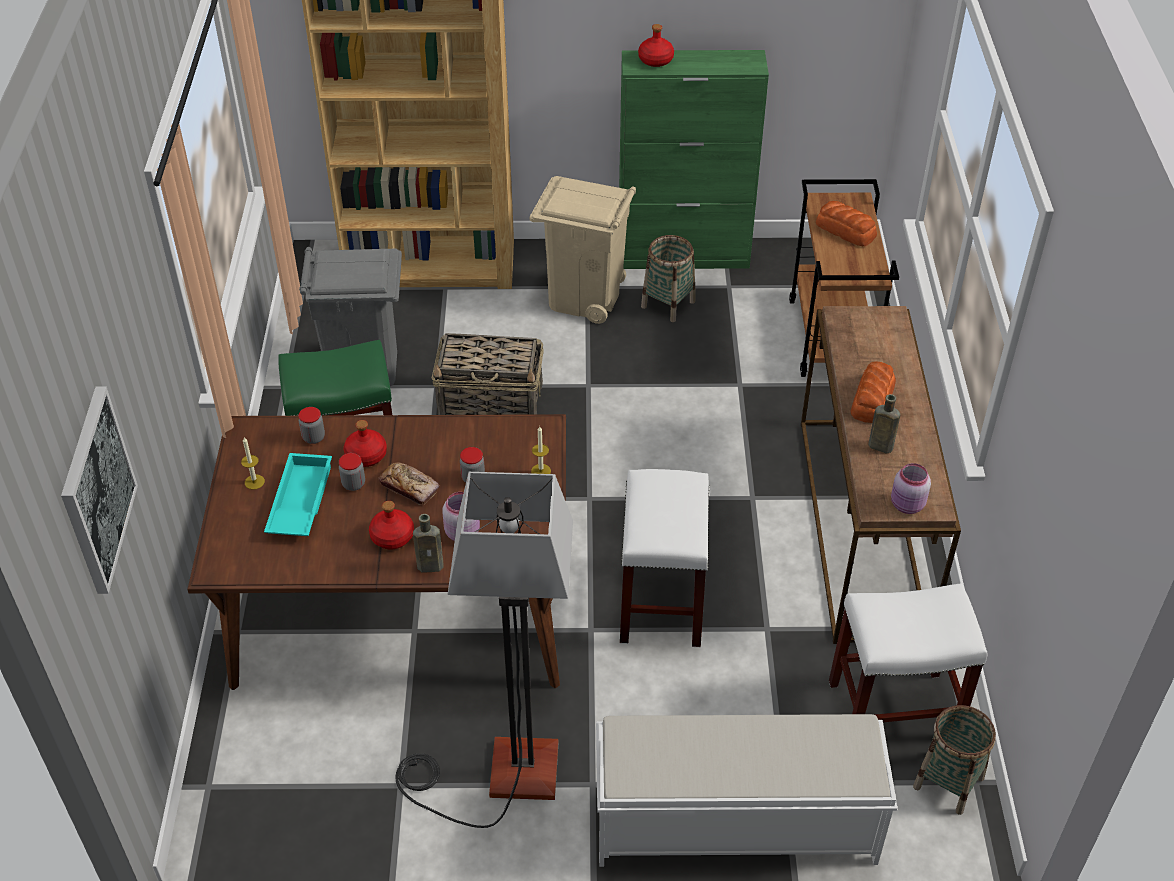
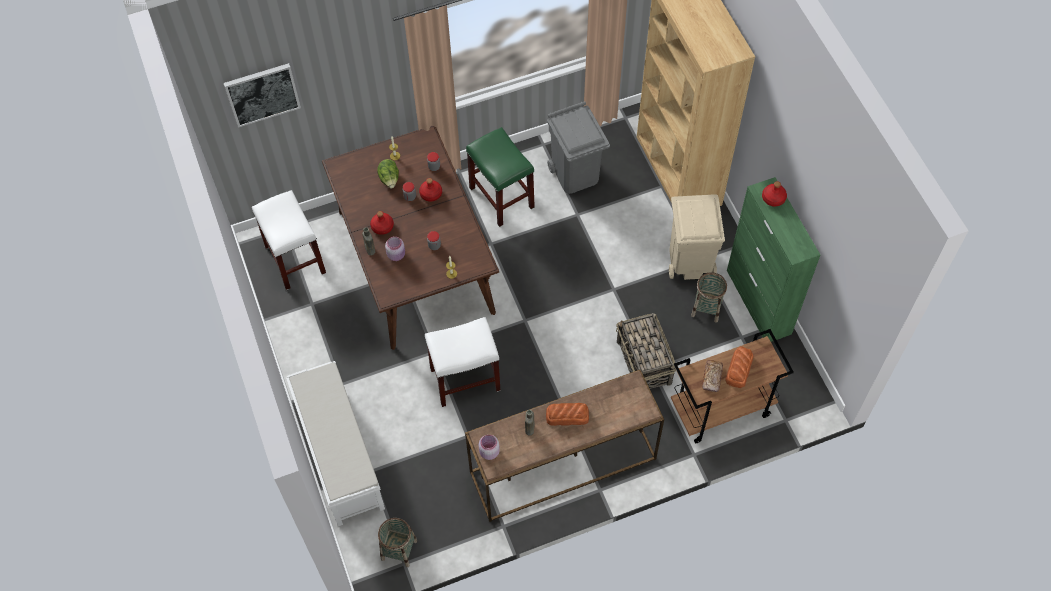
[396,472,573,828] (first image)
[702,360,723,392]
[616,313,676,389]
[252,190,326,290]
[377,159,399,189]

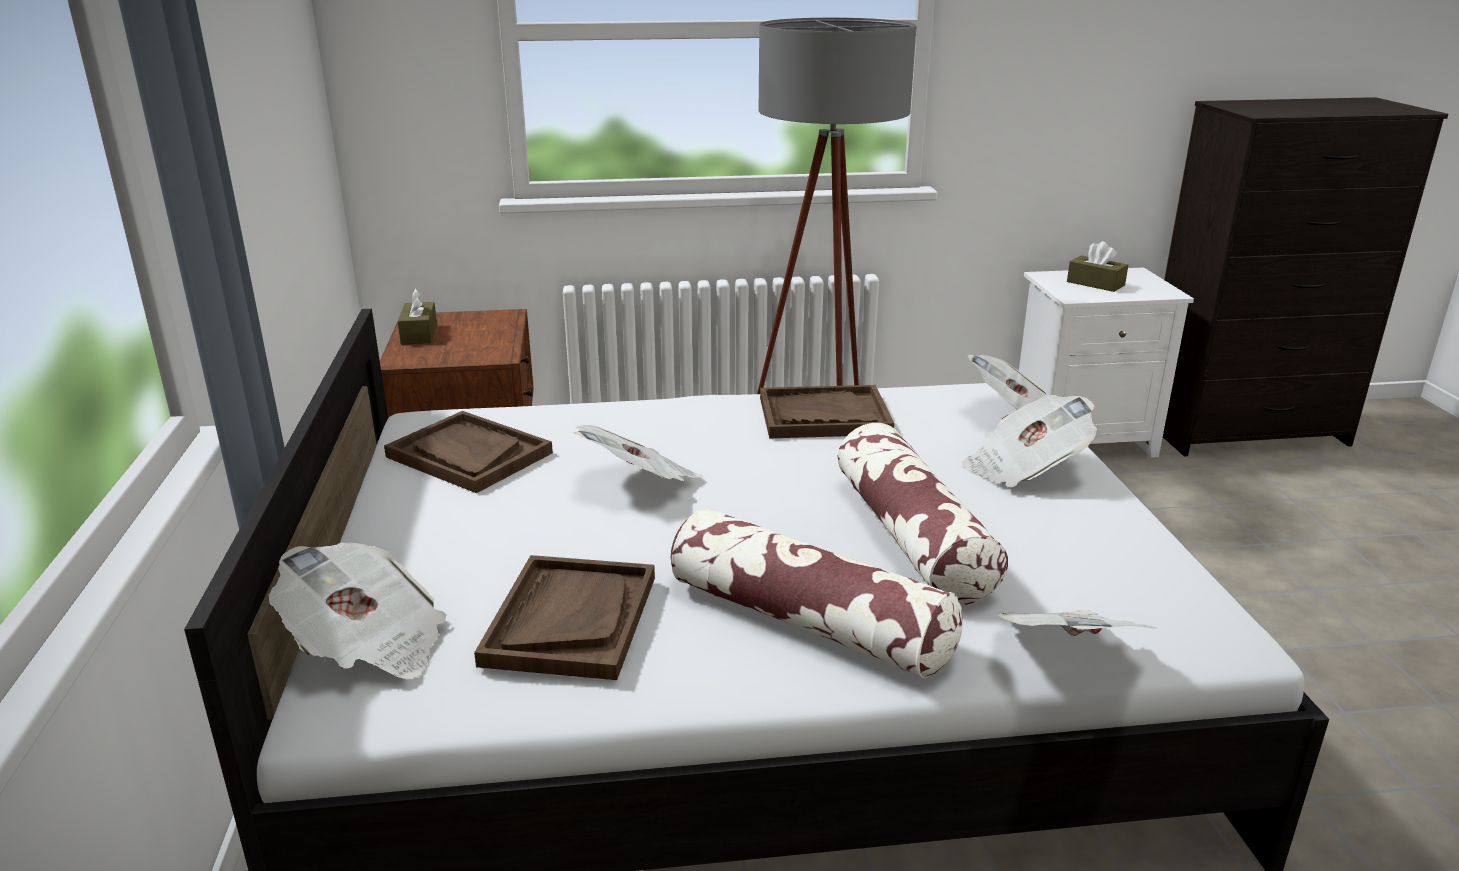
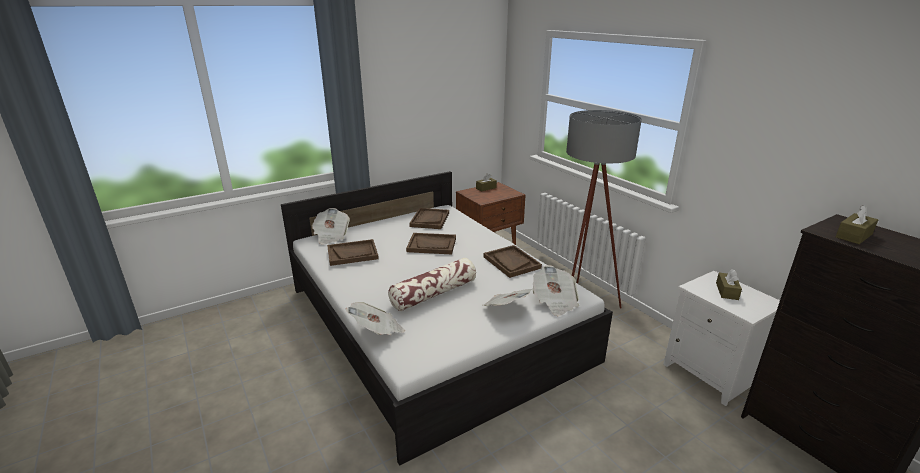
[671,508,963,678] (first image)
[836,205,878,244]
[406,233,456,255]

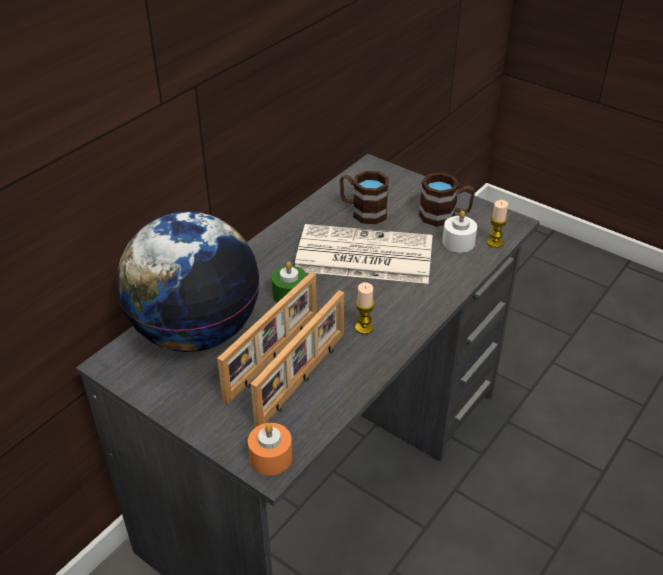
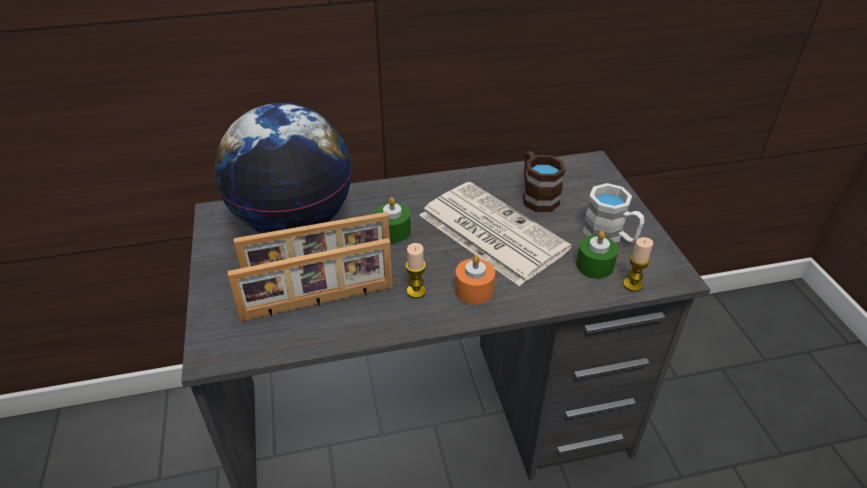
[455,255,495,304]
[582,183,644,243]
[576,231,618,279]

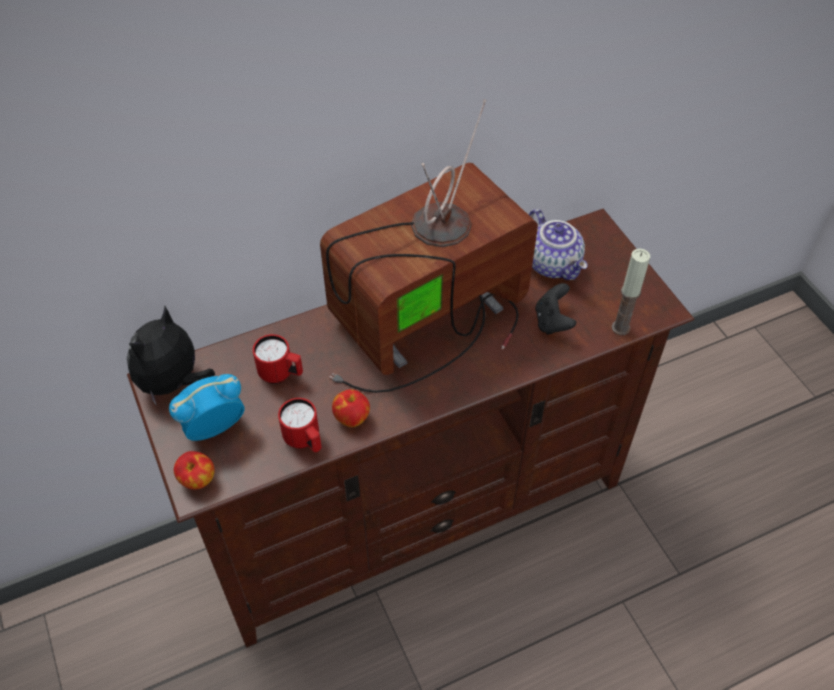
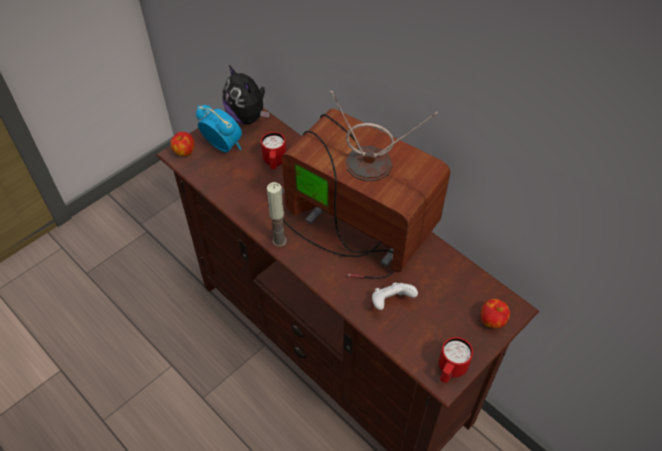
[529,209,587,280] (first image)
[439,337,473,383]
[481,299,510,328]
[267,182,287,247]
[372,282,418,310]
[223,65,269,124]

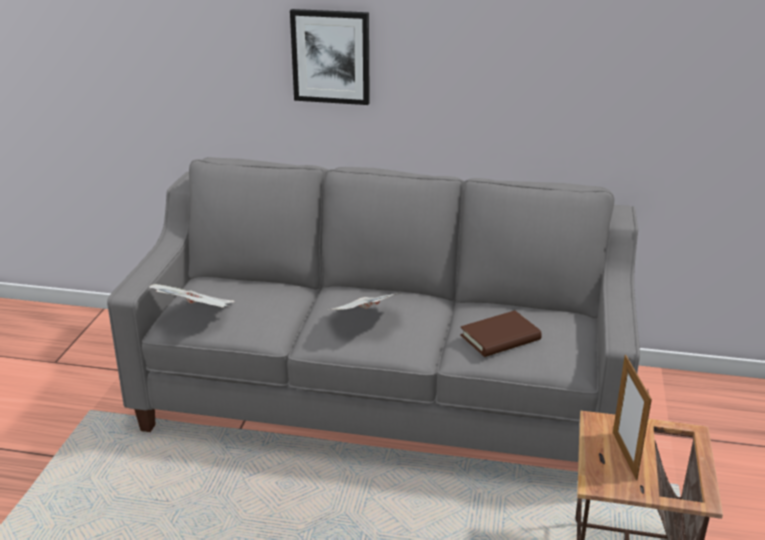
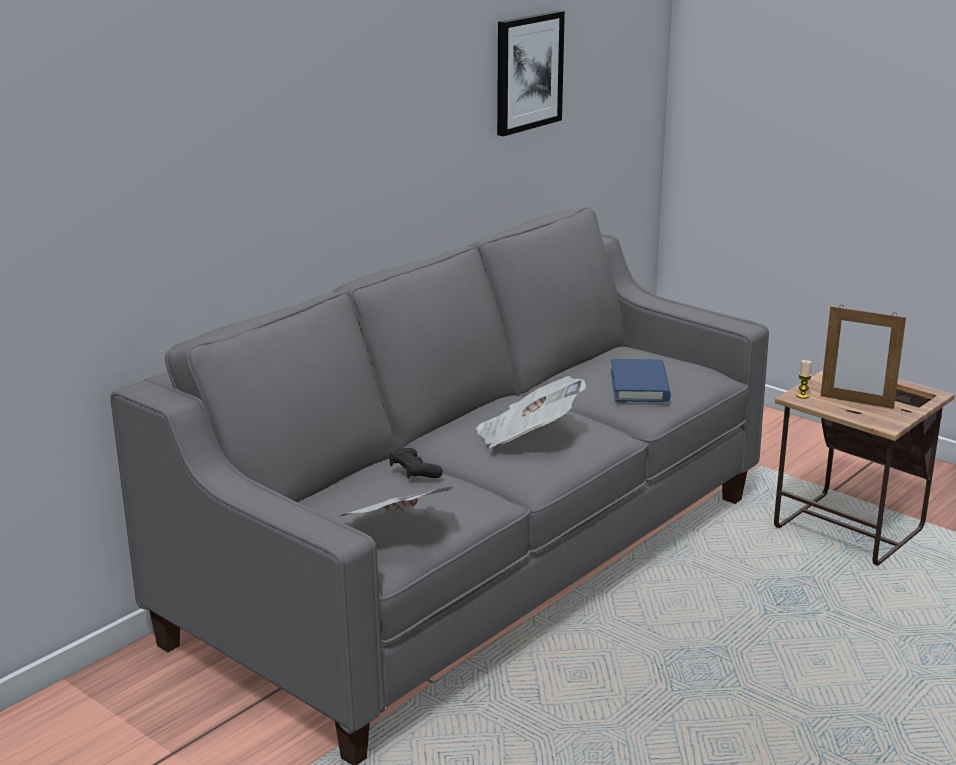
[389,448,443,478]
[796,360,812,399]
[497,10,565,136]
[611,359,671,402]

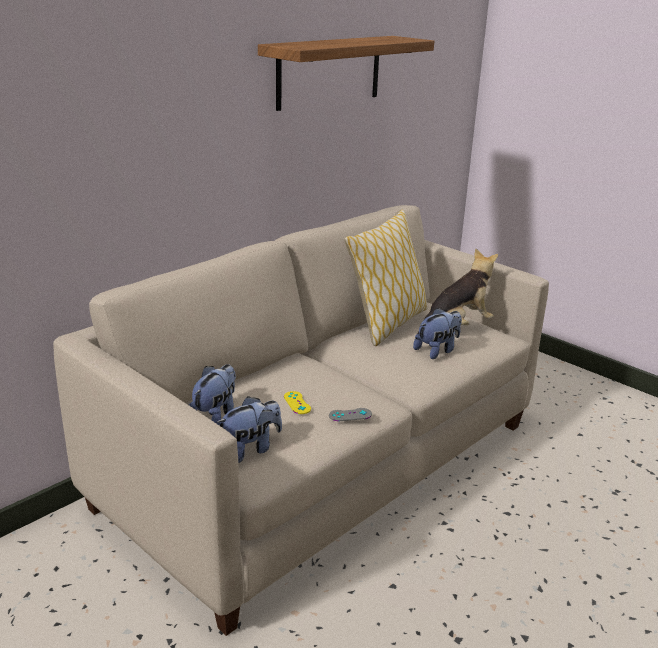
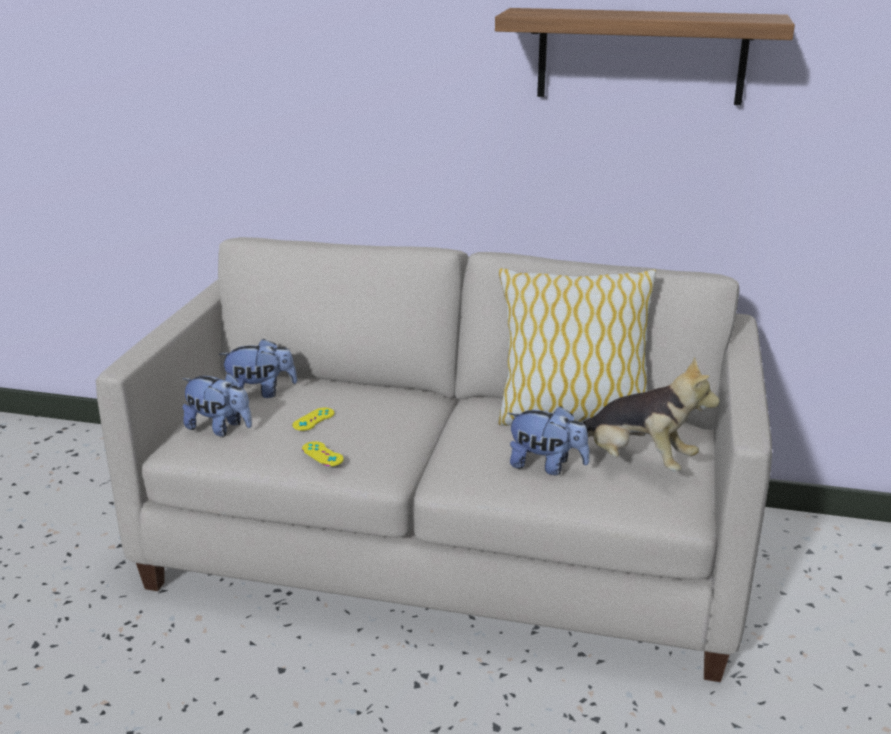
[302,441,344,466]

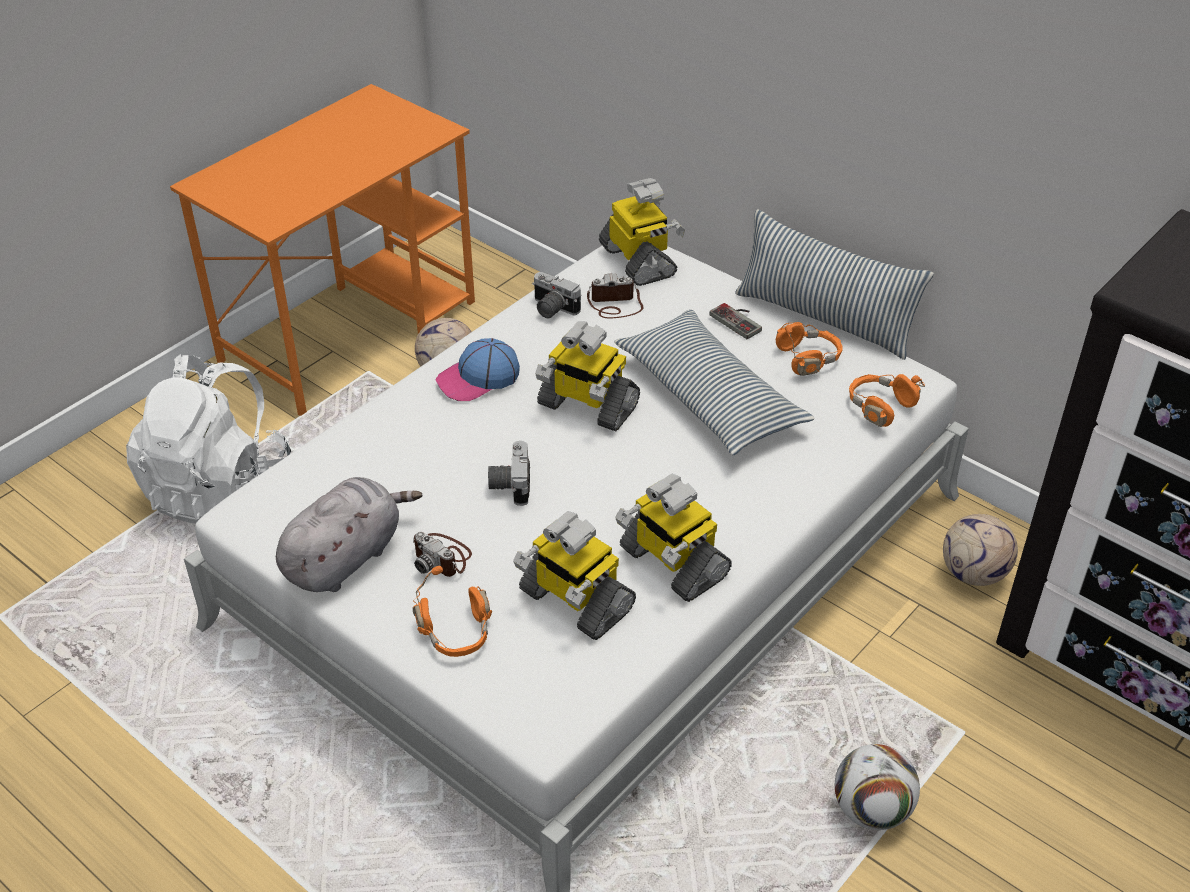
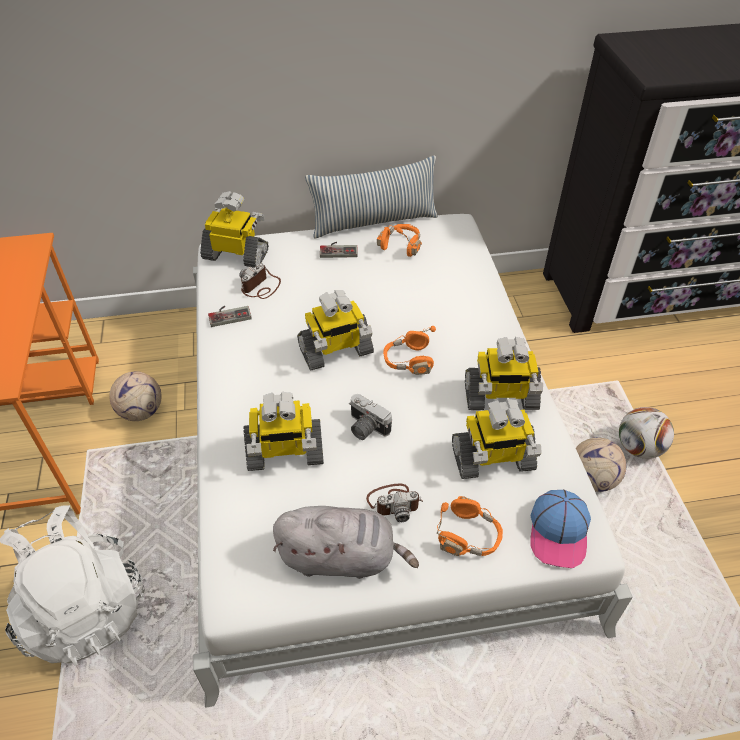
[614,310,814,455] (first image)
[243,392,324,471]
[530,490,591,568]
[383,326,436,375]
[576,438,626,492]
[208,306,252,327]
[273,506,419,579]

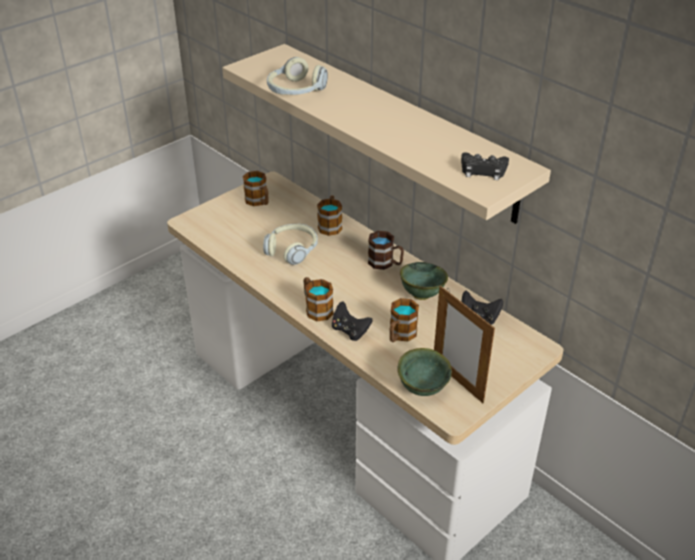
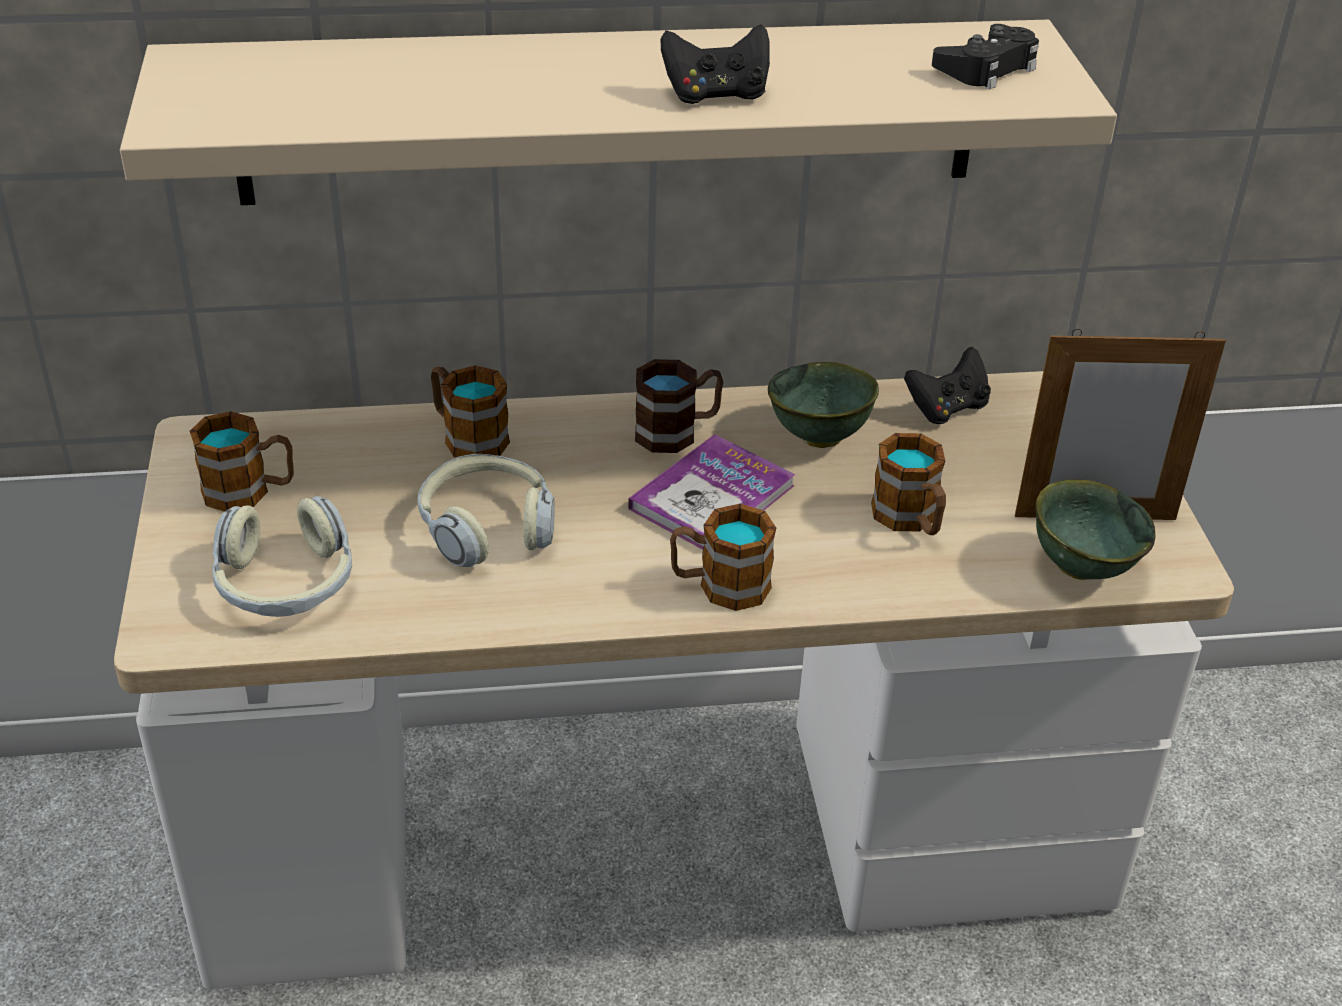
[628,434,796,550]
[212,496,352,617]
[661,24,770,104]

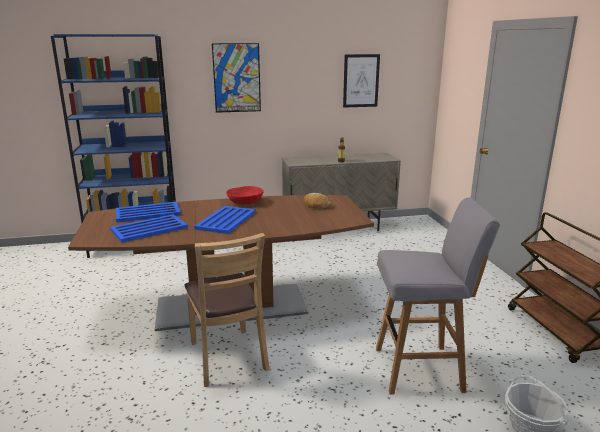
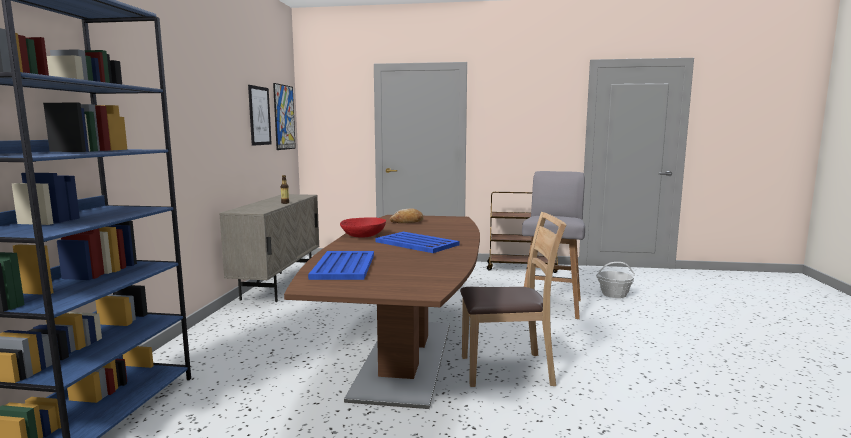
[110,214,188,243] (first image)
[273,83,296,150]

